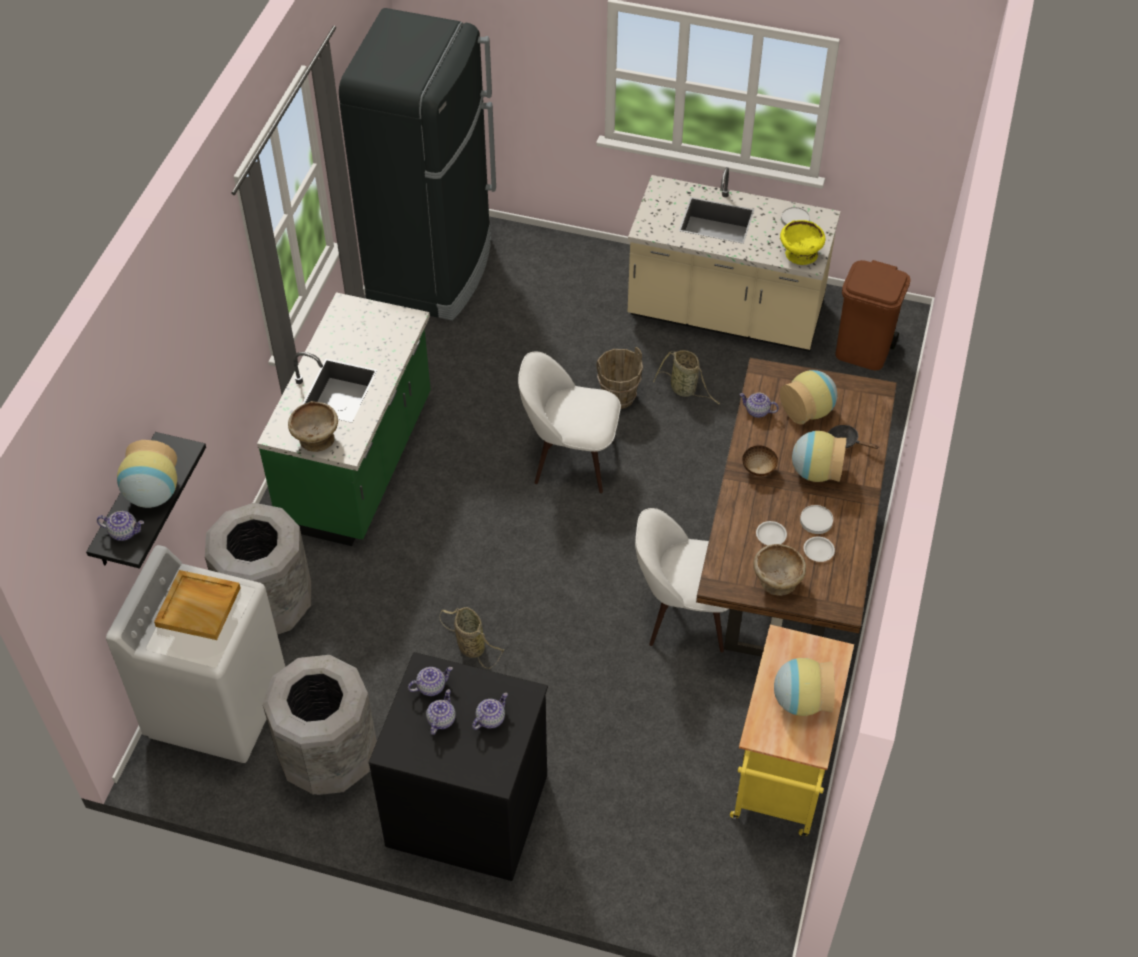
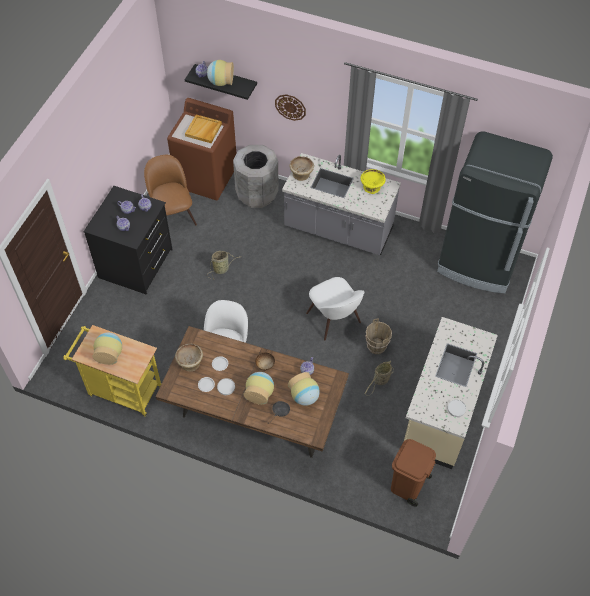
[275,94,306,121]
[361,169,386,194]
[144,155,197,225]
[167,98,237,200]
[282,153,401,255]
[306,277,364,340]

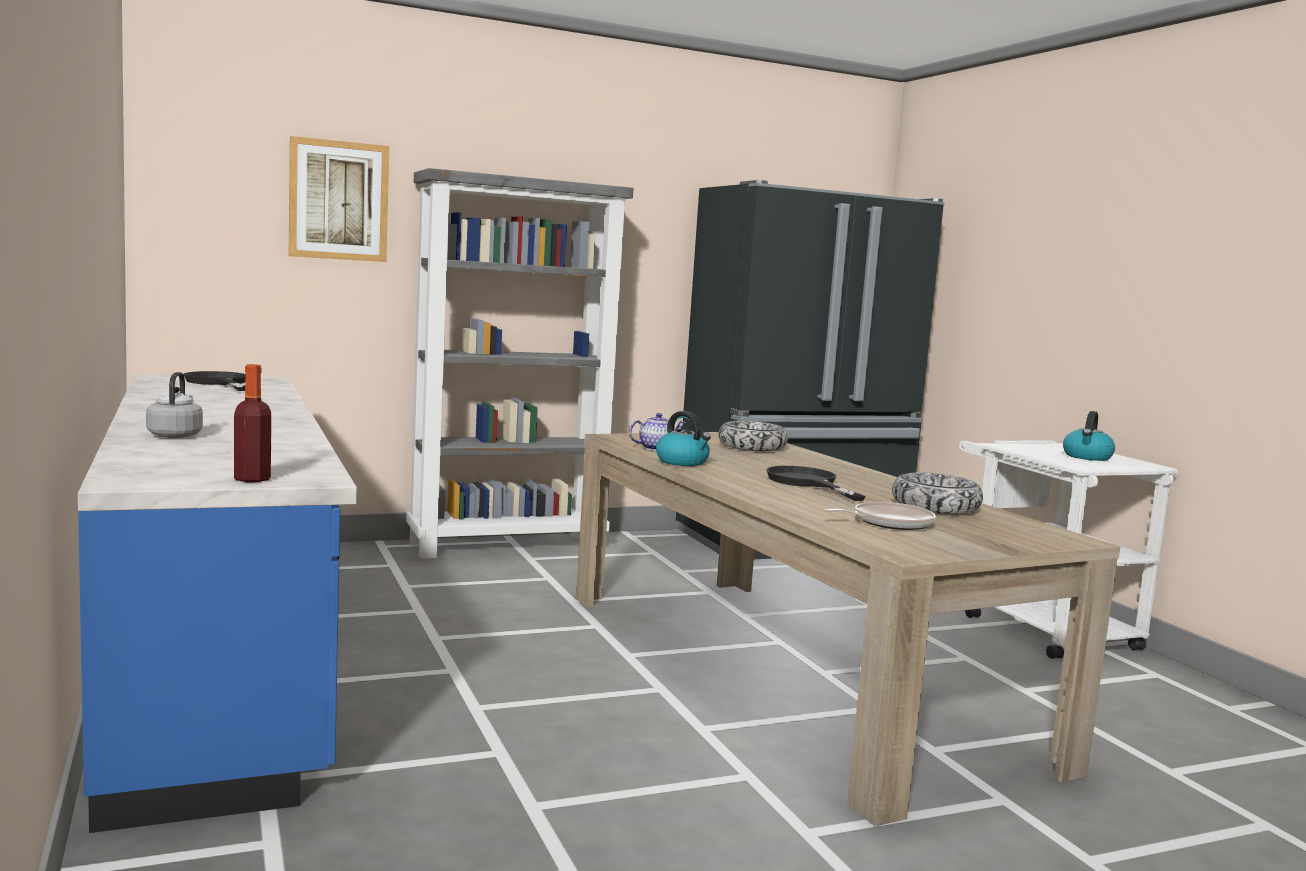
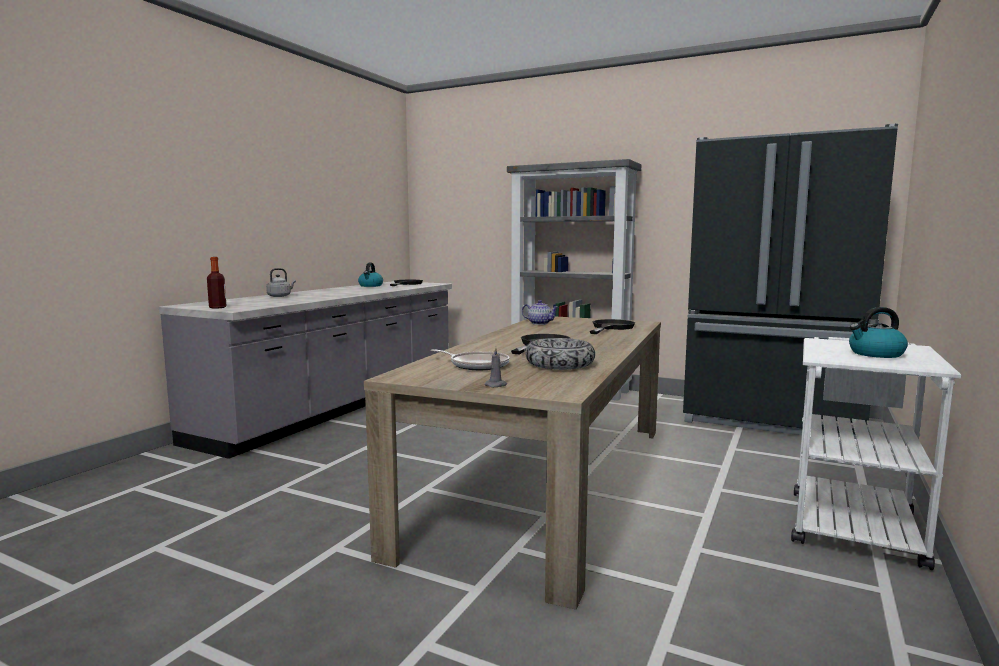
[289,136,389,262] (first image)
[485,347,507,387]
[358,263,383,287]
[590,319,635,334]
[159,281,452,459]

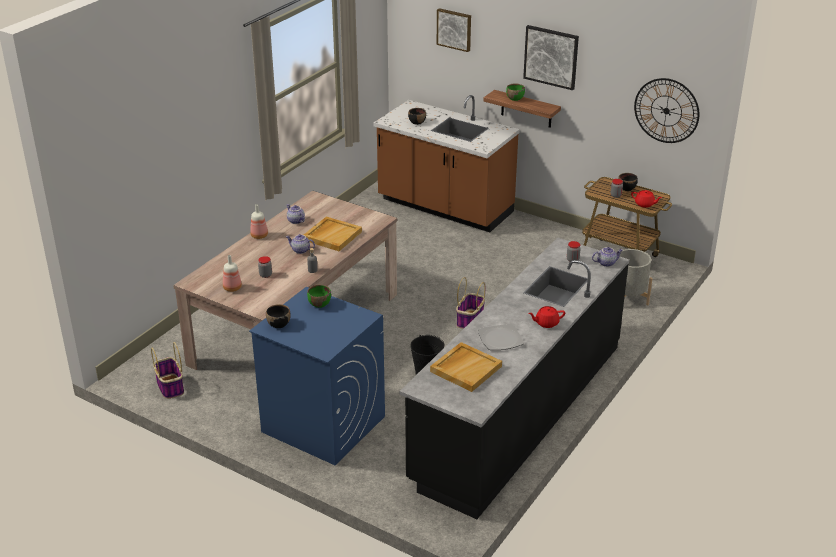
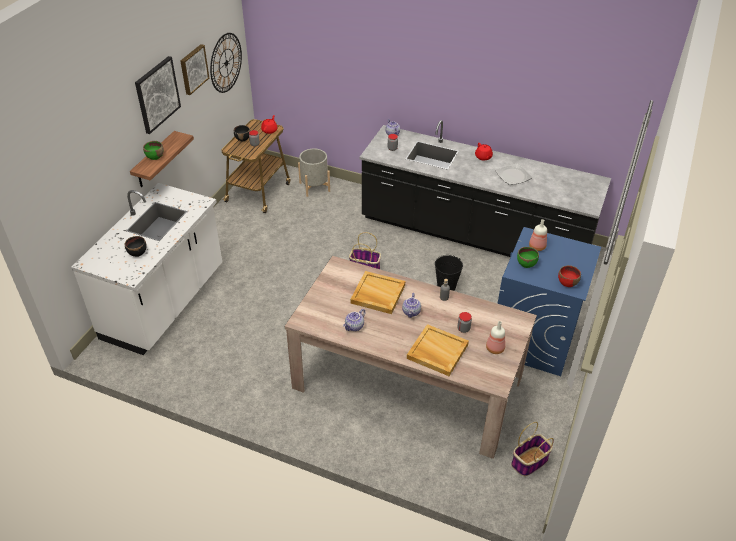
[529,219,547,251]
[407,324,469,376]
[181,44,209,95]
[558,265,581,287]
[71,183,222,355]

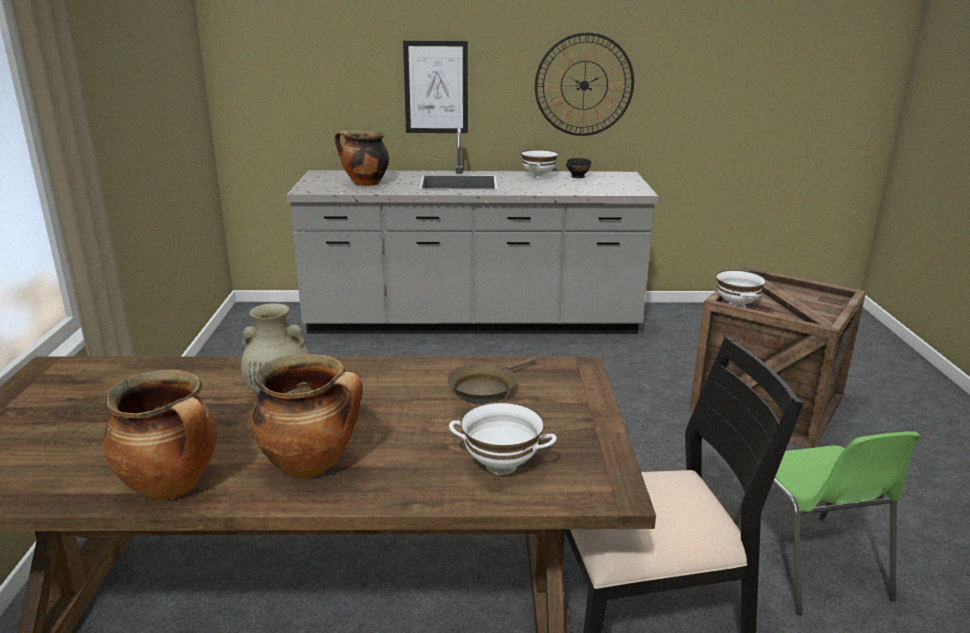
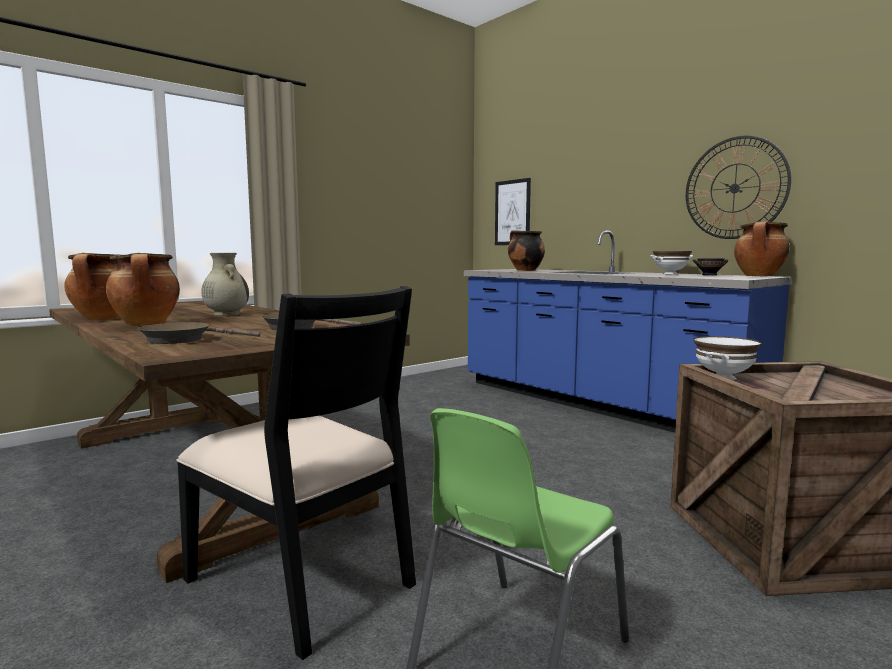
[734,221,790,277]
[495,178,531,245]
[138,322,260,344]
[464,231,792,433]

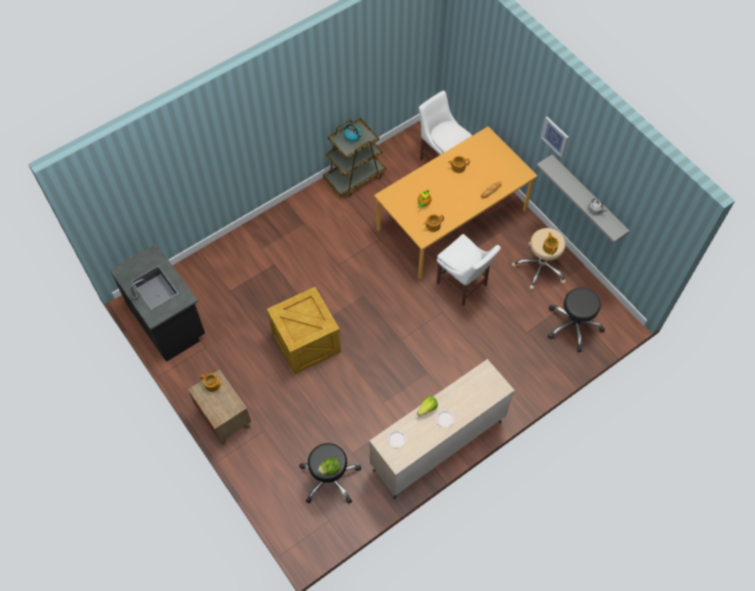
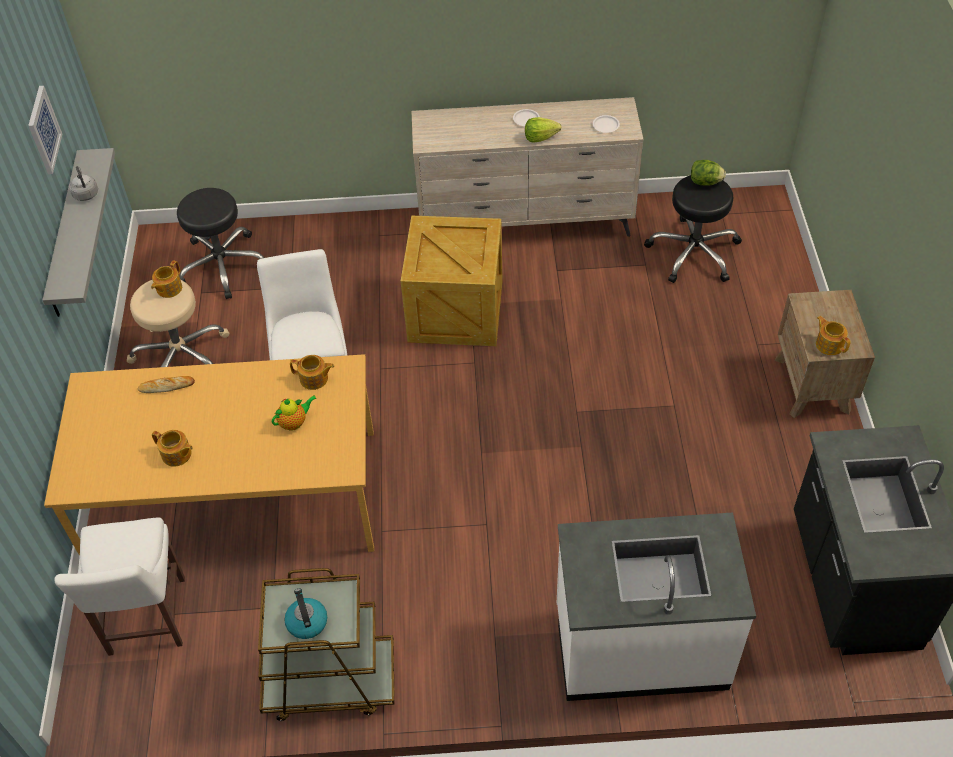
[557,512,756,701]
[401,216,502,346]
[28,86,62,174]

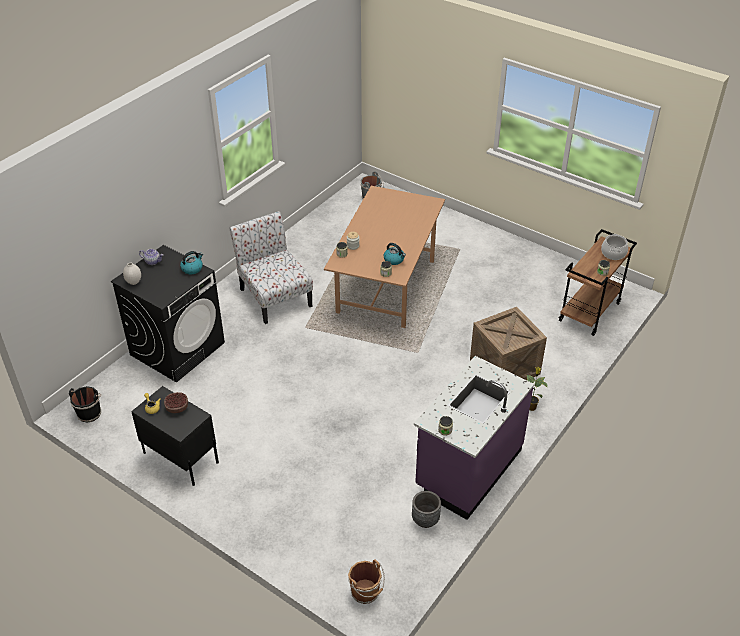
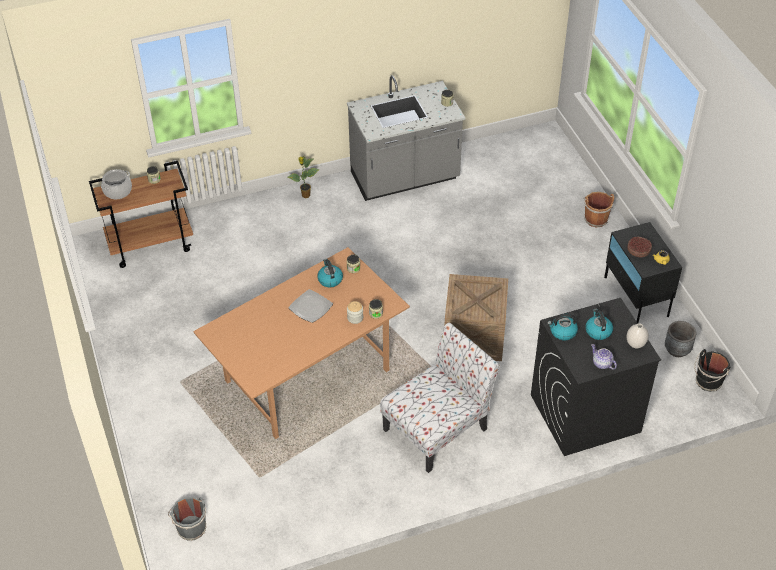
[288,289,333,323]
[585,309,613,340]
[583,192,614,228]
[665,321,696,357]
[444,274,508,361]
[347,75,465,201]
[380,322,500,473]

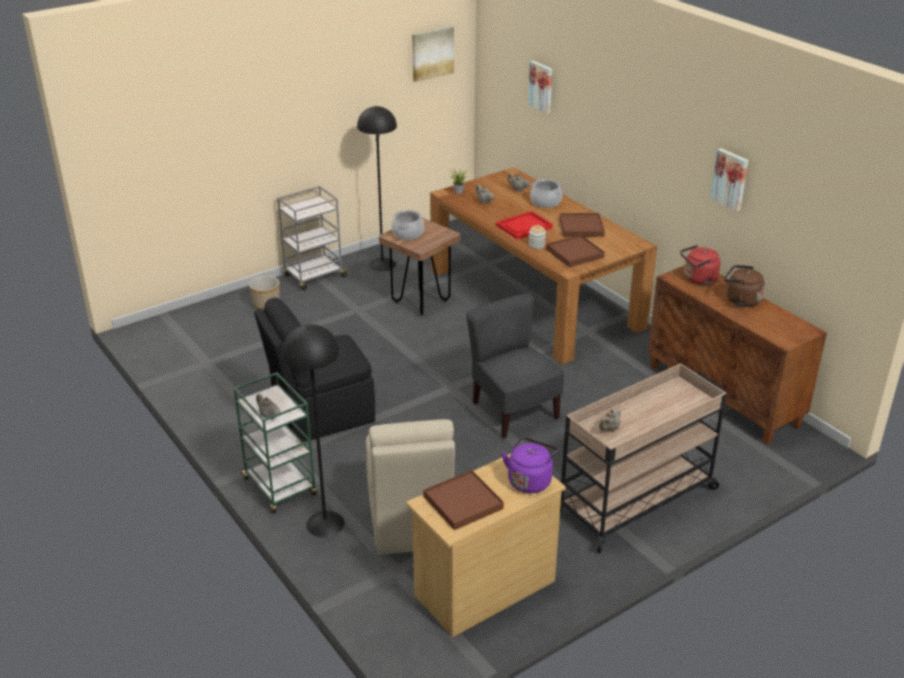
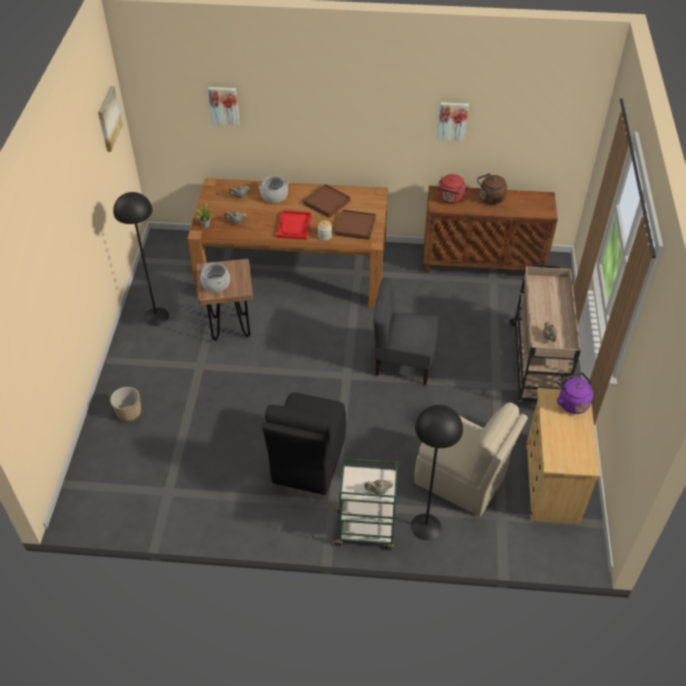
[277,186,349,290] (first image)
[423,470,504,530] (first image)

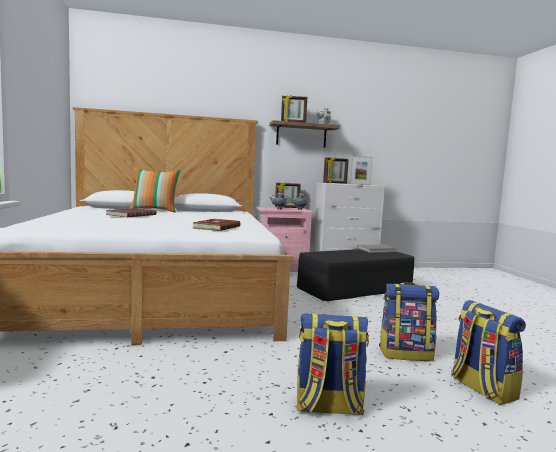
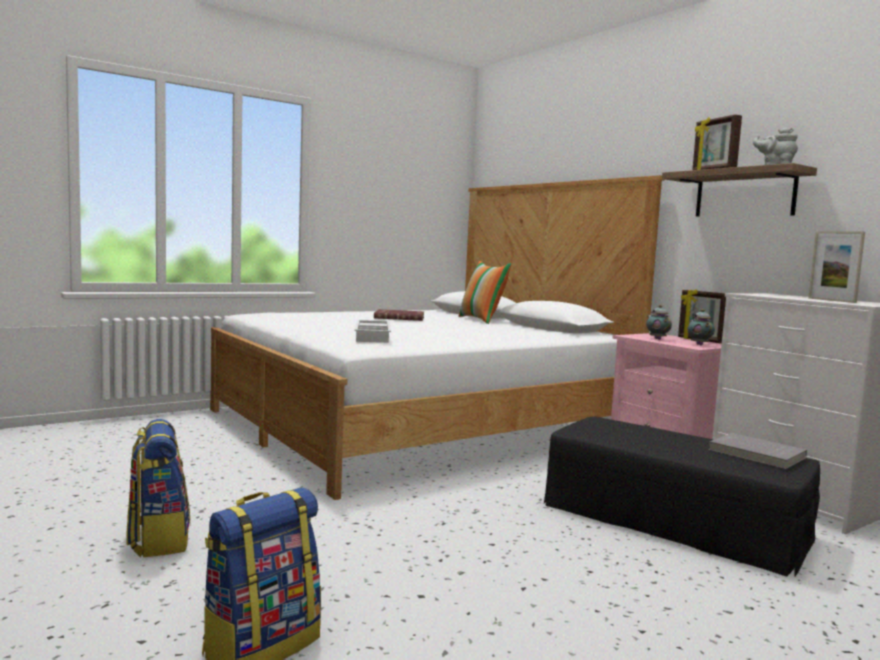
[323,157,349,184] (first image)
[379,282,439,361] (first image)
[354,320,391,343]

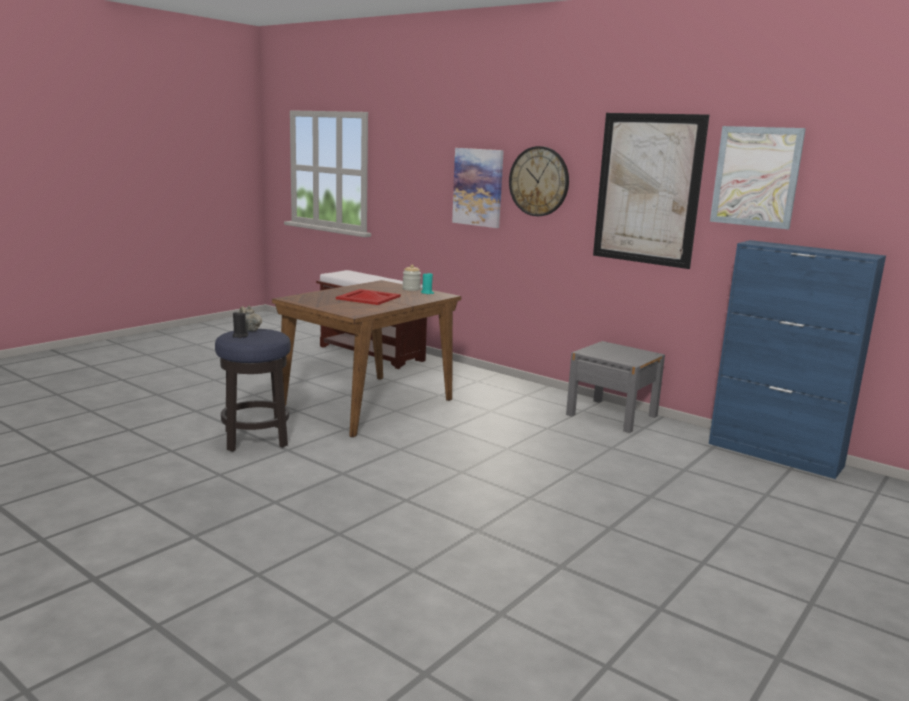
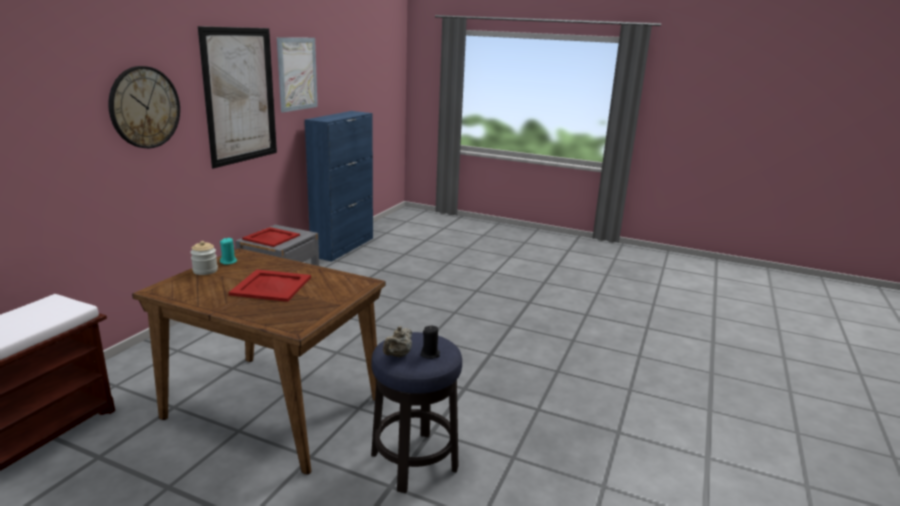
[452,148,504,228] (first image)
[242,227,300,247]

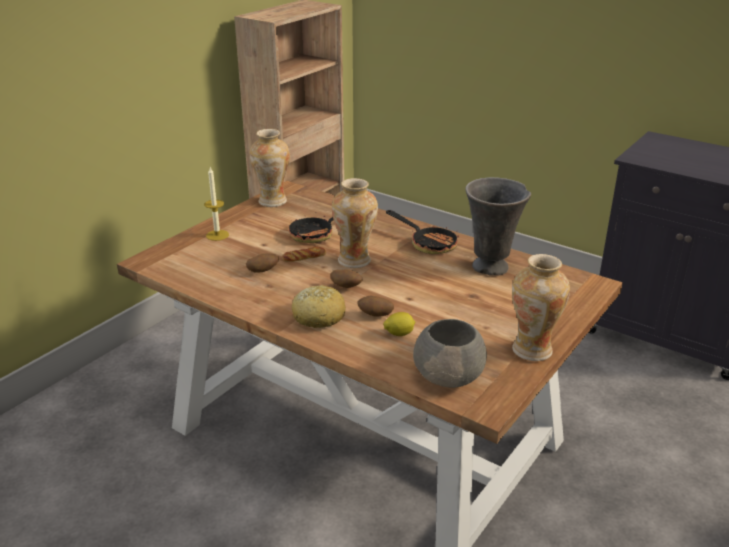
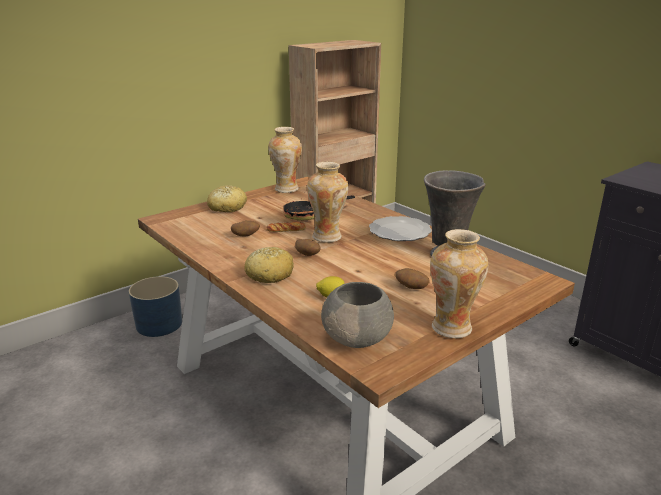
[129,276,182,337]
[395,268,430,289]
[207,185,247,212]
[369,216,432,241]

